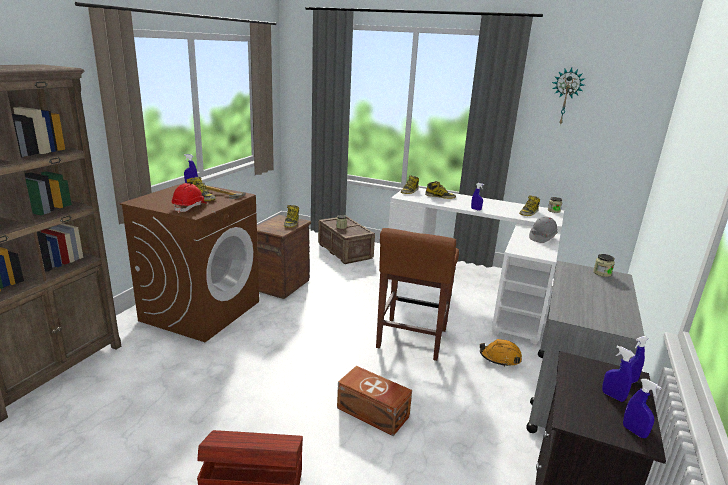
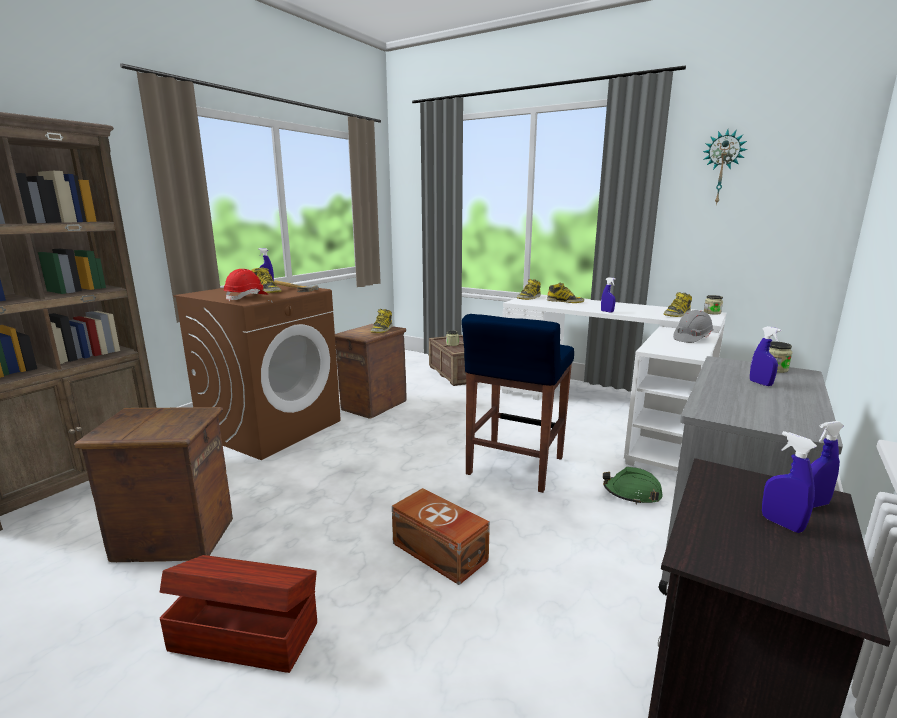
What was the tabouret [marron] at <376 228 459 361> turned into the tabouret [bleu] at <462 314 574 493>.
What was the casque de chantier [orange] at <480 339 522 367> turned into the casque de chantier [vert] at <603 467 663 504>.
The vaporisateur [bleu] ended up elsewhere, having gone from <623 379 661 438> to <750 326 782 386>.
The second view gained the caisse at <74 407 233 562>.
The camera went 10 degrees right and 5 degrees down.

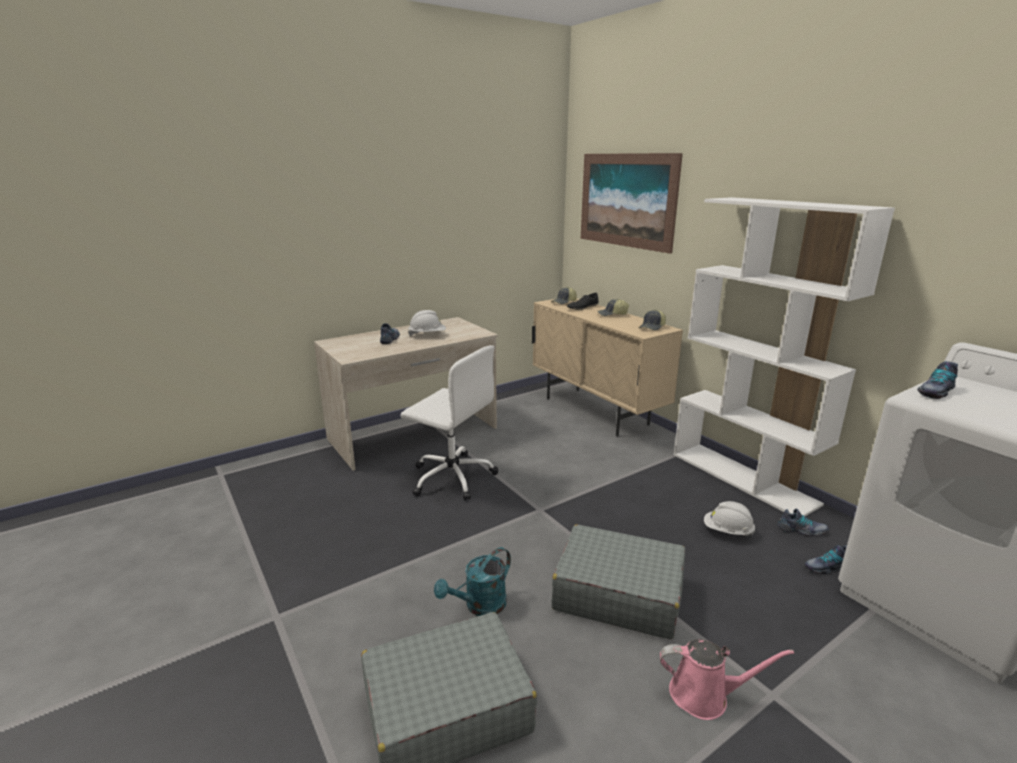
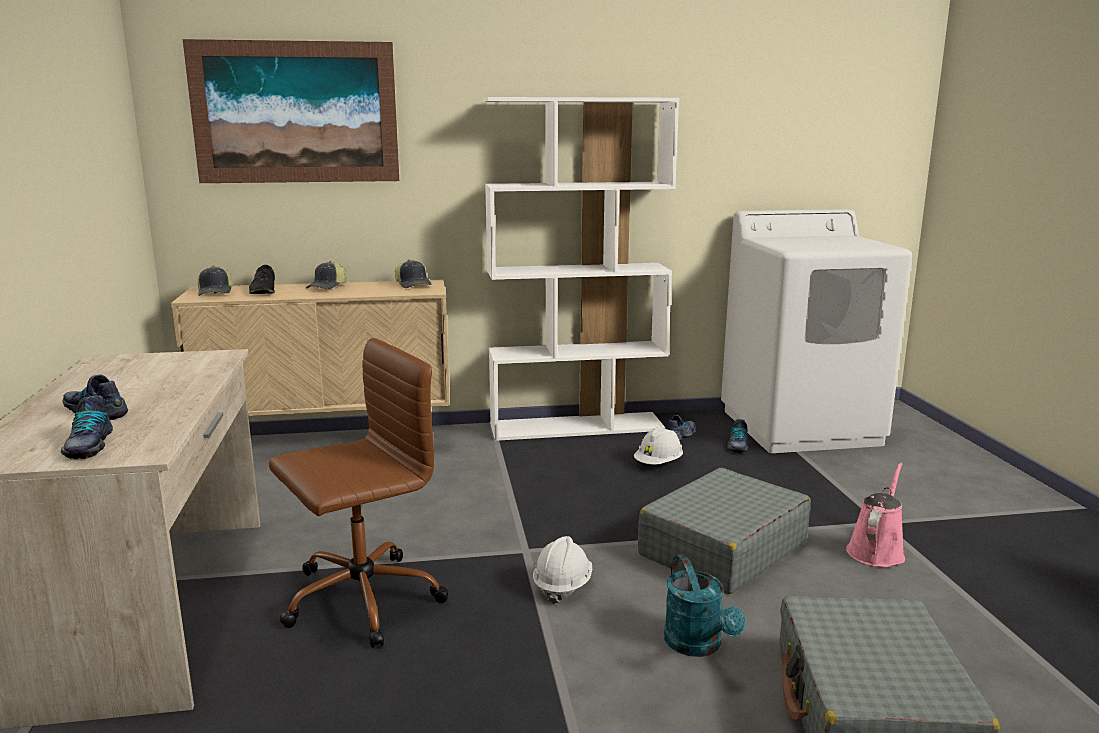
What was the chaise de bureau [blanc] at <401 345 498 501> turned into the chaise de bureau [marron] at <269 338 448 648>.
The casque de chantier [blanc] ended up elsewhere, having gone from <408 310 446 336> to <533 536 592 604>.
The chaussure ended up elsewhere, having gone from <917 361 958 399> to <61 395 113 460>.
The camera went 65 degrees left and 5 degrees down.

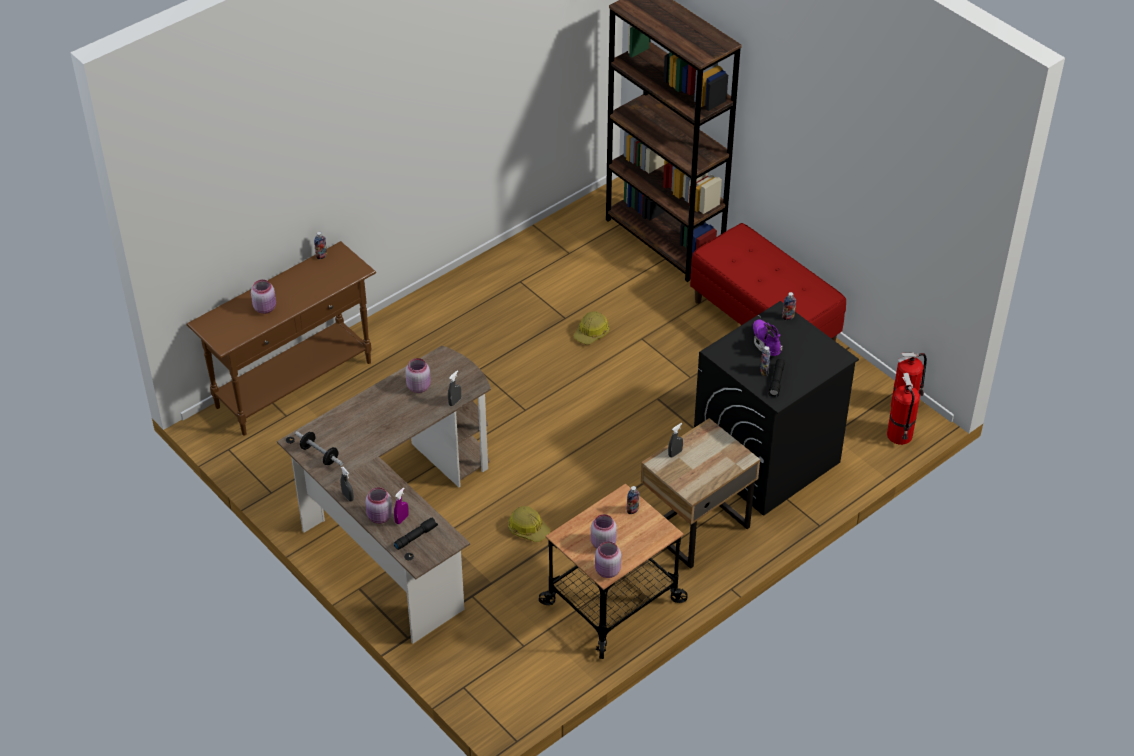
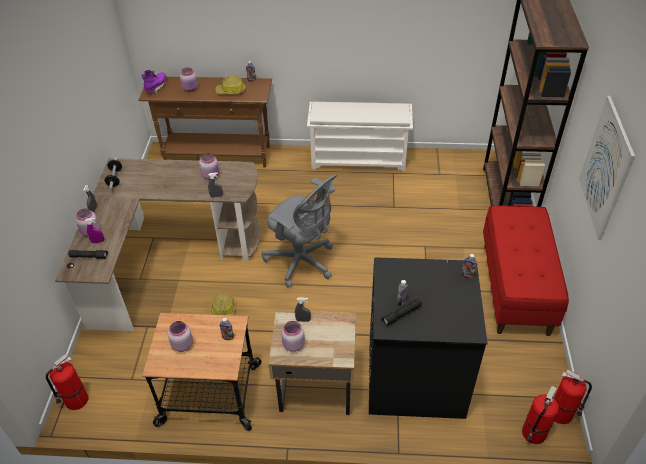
The casque de chantier ended up elsewhere, having gone from <574 311 610 345> to <216 75 246 95>.
The bocal [rose] ended up elsewhere, having gone from <595 541 621 578> to <281 321 305 352>.
The botte [violet] ended up elsewhere, having gone from <753 319 783 356> to <141 70 166 93>.
The second view gained the extincteur at <46 354 88 410>.
The second view gained the chaise de bureau [gris] at <262 174 337 288>.
The second view gained the étagère à chaussures [blanc] at <307 102 413 171>.
The second view gained the tableau at <579 96 635 240>.
The camera went 45 degrees right and 0 degrees up.

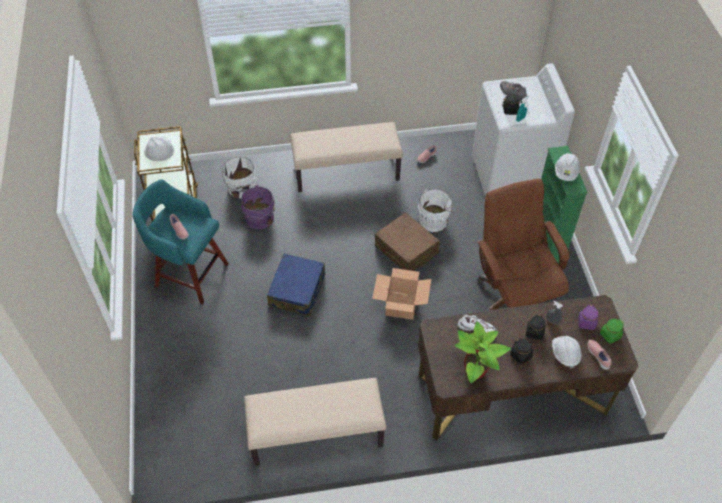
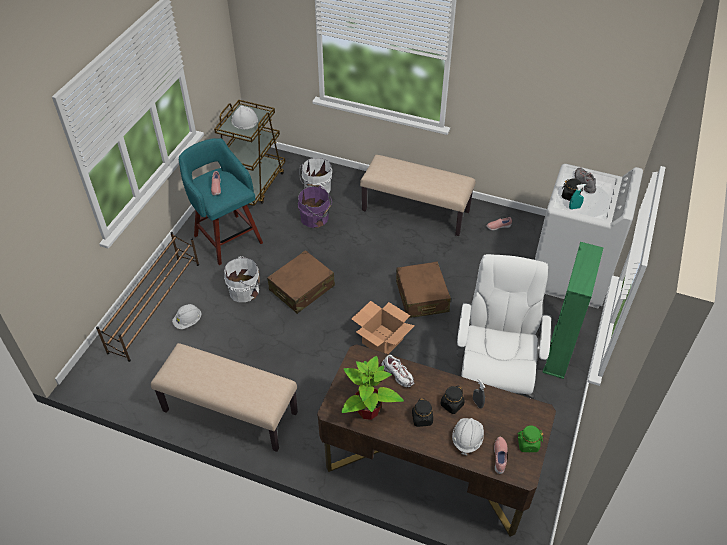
What was the valise [bleu] at <267 253 325 316> turned into the valise [marron] at <267 250 335 314>.
The seau [blanc] ended up elsewhere, having gone from <418 189 455 232> to <224 256 260 302>.
What was the chaise de bureau [marron] at <477 179 570 311> turned into the chaise de bureau [blanc] at <456 254 551 400>.
The casque de chantier [blanc] ended up elsewhere, having gone from <555 153 580 181> to <172 304 201 329>.
The second view lost the bocal [violet] at <578 305 598 330>.
The second view gained the étagère à chaussures [marron] at <96 232 199 362>.
The camera went 30 degrees right and 5 degrees down.

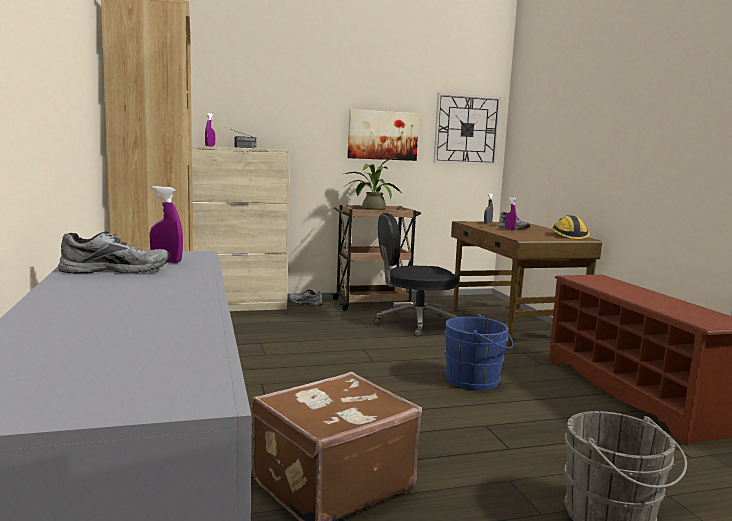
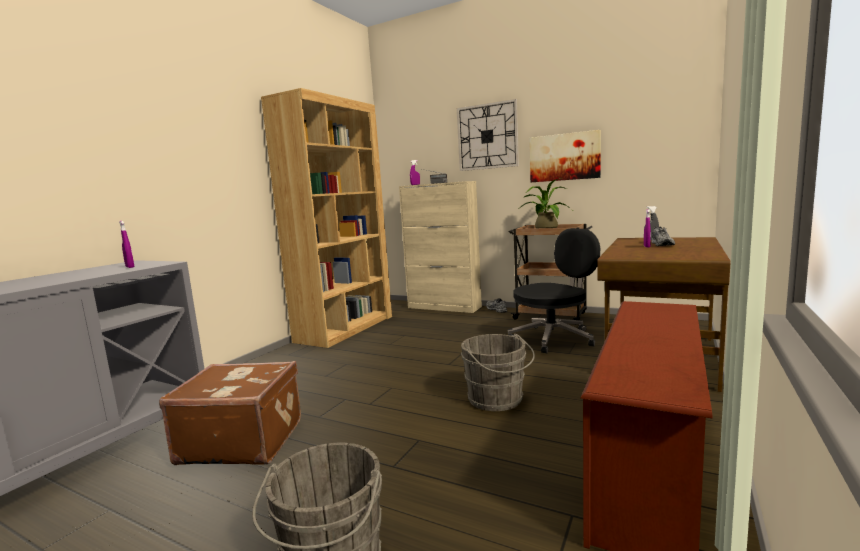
The second view lost the chaussure [gris] at <58 232 170 274>.
The chaise de bureau [noir] at <373 213 458 337> ended up facing another way, 120 degrees clockwise from before.
The horloge murale ended up elsewhere, having gone from <433 93 501 165> to <457 99 519 171>.
What was the seau [bleu] at <444 314 514 390> turned into the seau [gris] at <461 334 535 411>.
The second view lost the casque de chantier at <551 215 590 239>.
The camera went 45 degrees right and 0 degrees up.

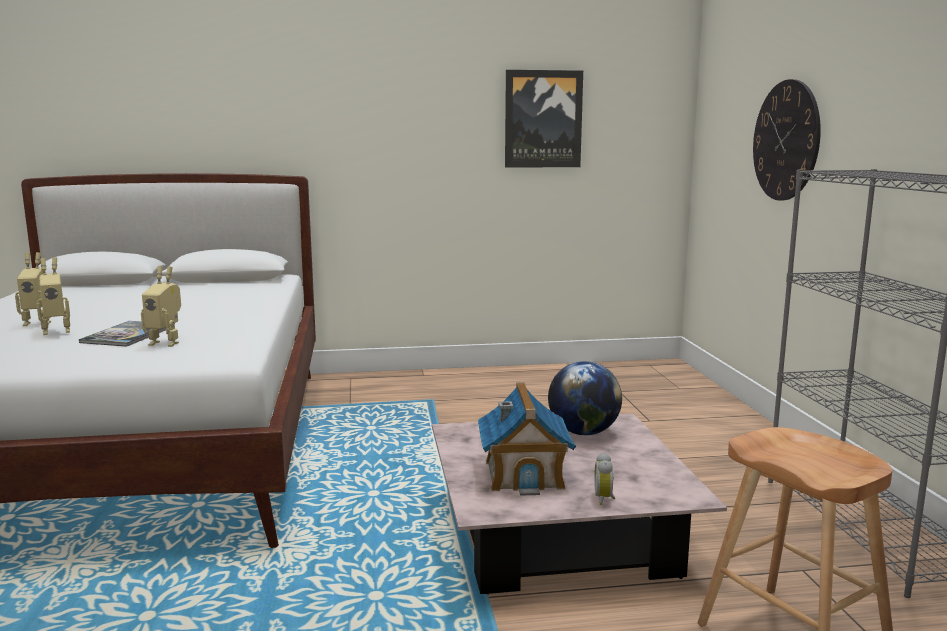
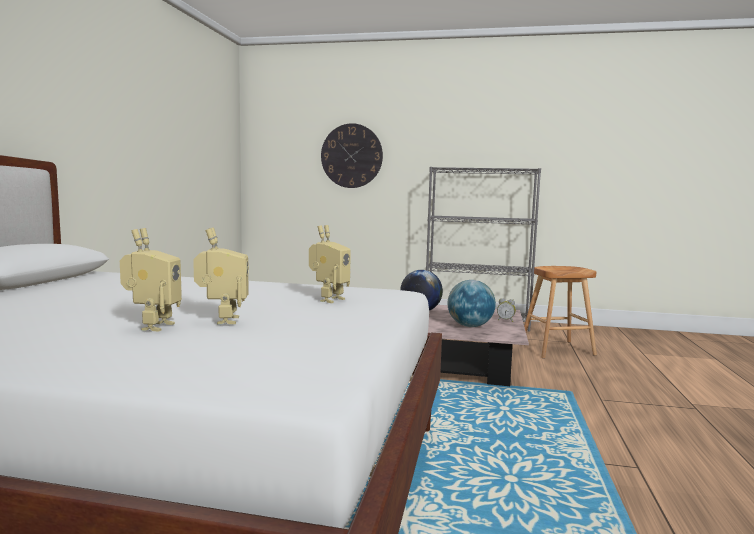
The second view lost the livre at <79 321 166 347>.
Where the maison miniature stood at <478 382 576 496>, the globe came to stand at <447 280 496 327>.
The second view lost the tableau at <505 70 583 168>.
The camera went 70 degrees left and 5 degrees down.

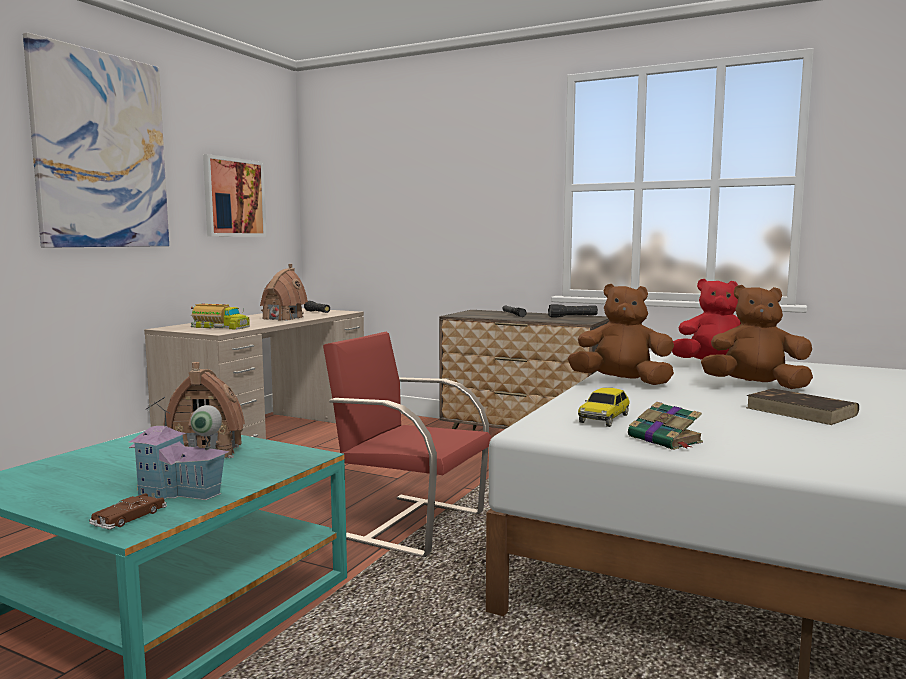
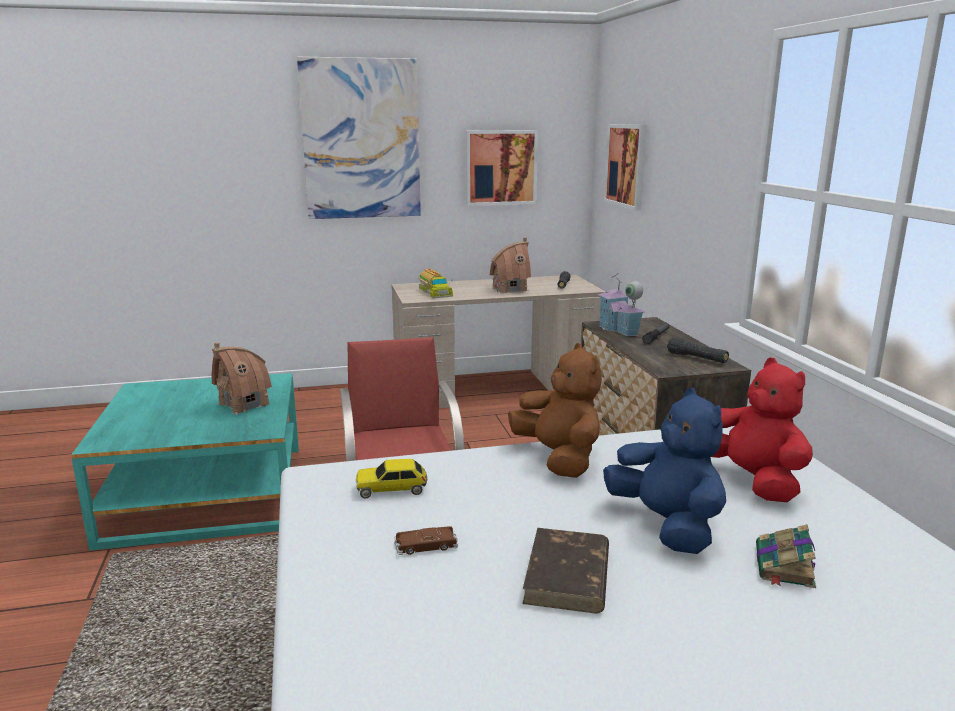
The petite voiture [marron] ended up elsewhere, having gone from <89 493 167 530> to <395 526 458 555>.
The maison miniature ended up elsewhere, having gone from <129 397 230 500> to <598 273 645 336>.
The livre ended up elsewhere, having gone from <628 402 703 450> to <756 524 816 588>.
What was the peluche [marron] at <701 285 813 389> turned into the peluche [bleu] at <603 388 726 554>.
The second view gained the tableau at <604 124 647 211>.
The camera went 50 degrees right and 10 degrees up.

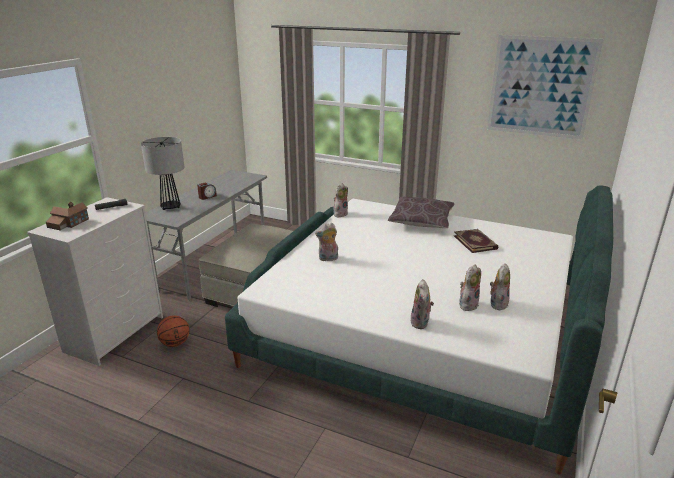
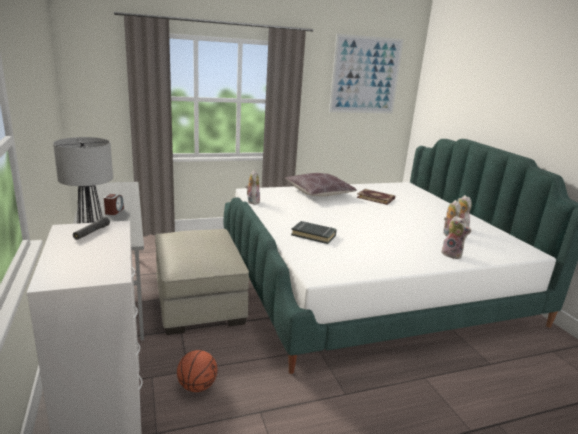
The second view lost the maison miniature at <46 202 89 231>.
Where the peluche stood at <315 223 338 262>, the livre [noir] came to stand at <291 221 337 244>.
The camera went 45 degrees left and 5 degrees down.

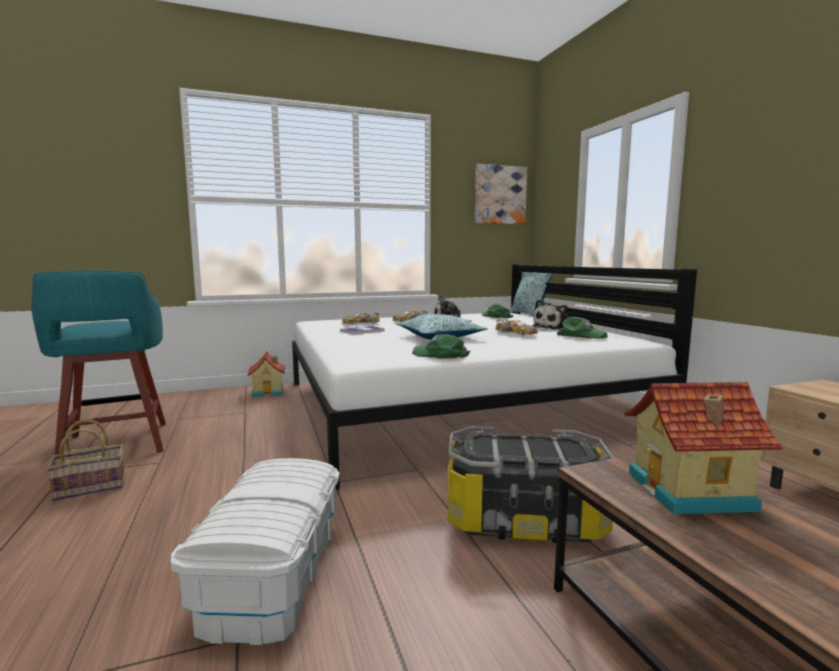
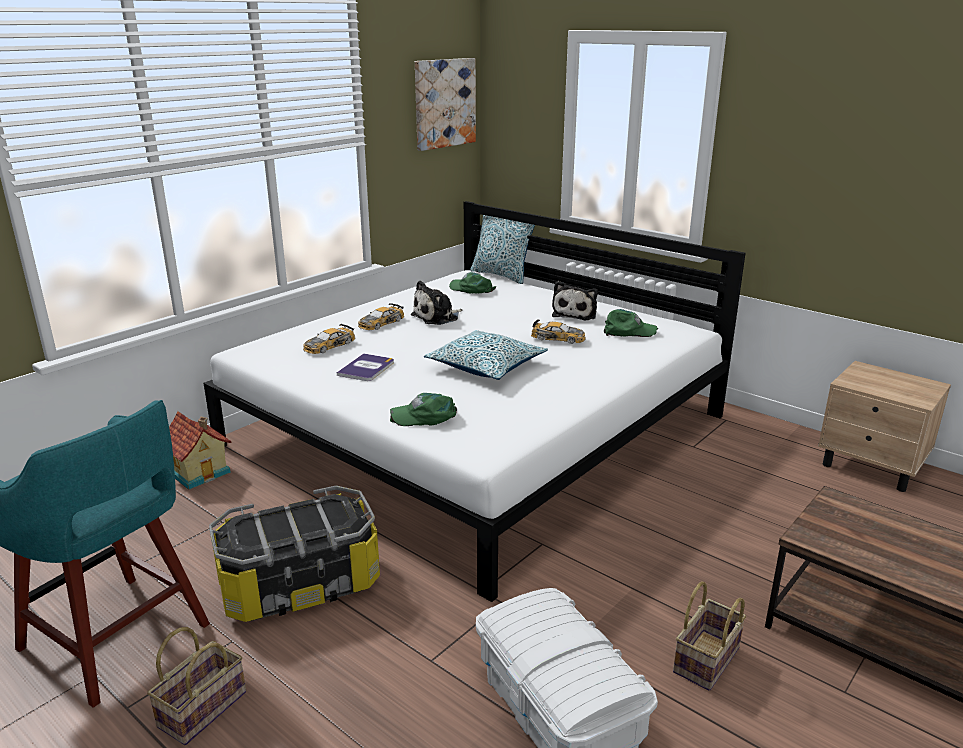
The casquette [vert] ended up elsewhere, having gone from <412 334 470 359> to <390 393 457 426>.
The boîte de rangement ended up elsewhere, having gone from <448 426 614 543> to <209 486 380 622>.
The second view lost the maison miniature at <624 382 783 514>.
The second view gained the panier at <673 581 746 691>.
The camera went 30 degrees left and 15 degrees up.

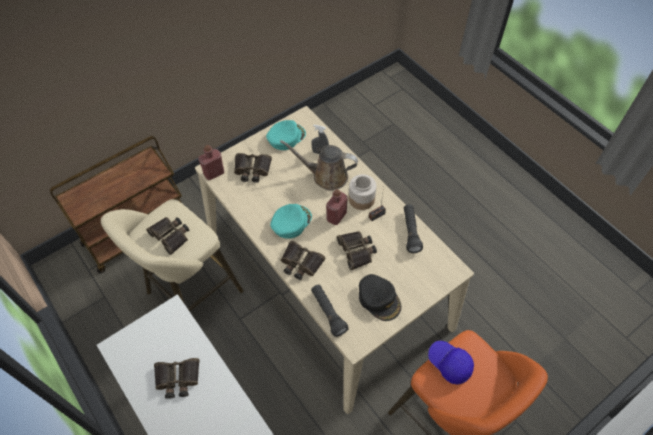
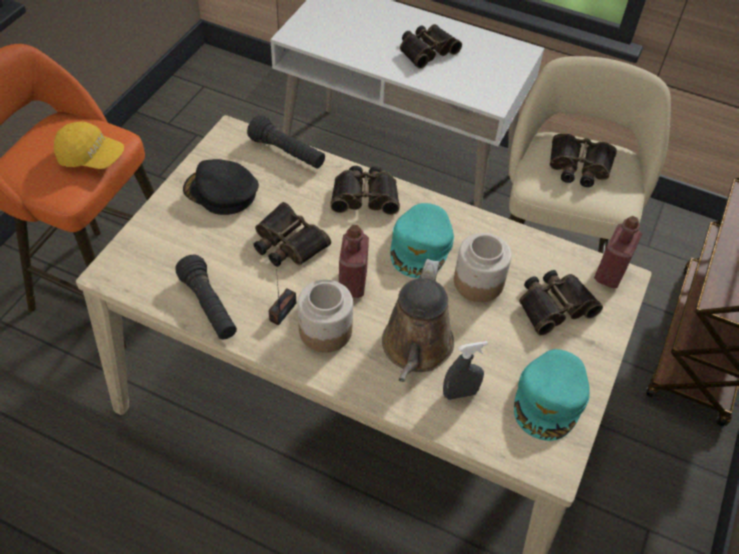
The arrosoir [marron] at <280 140 358 191> ended up facing another way, 120 degrees clockwise from before.
What was the casquette [bleu] at <428 341 474 385> turned into the casquette [jaune] at <54 121 124 169>.
The second view gained the bocal at <454 233 512 302>.
The camera went 150 degrees right and 5 degrees down.

